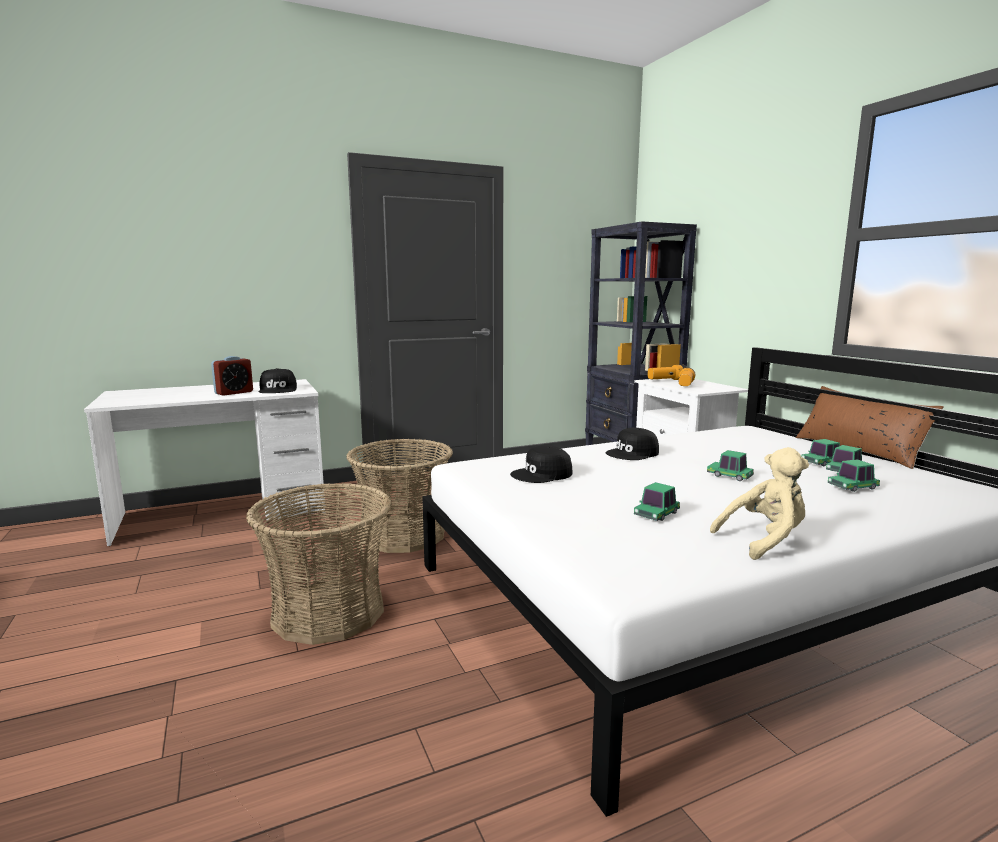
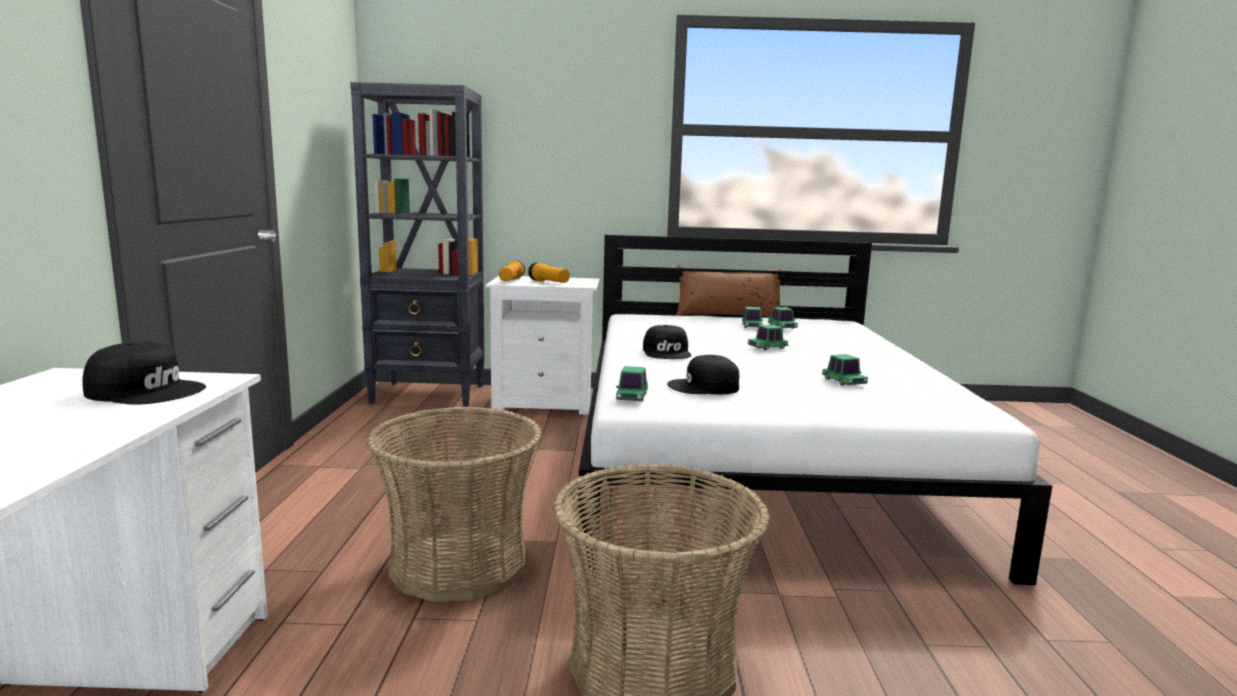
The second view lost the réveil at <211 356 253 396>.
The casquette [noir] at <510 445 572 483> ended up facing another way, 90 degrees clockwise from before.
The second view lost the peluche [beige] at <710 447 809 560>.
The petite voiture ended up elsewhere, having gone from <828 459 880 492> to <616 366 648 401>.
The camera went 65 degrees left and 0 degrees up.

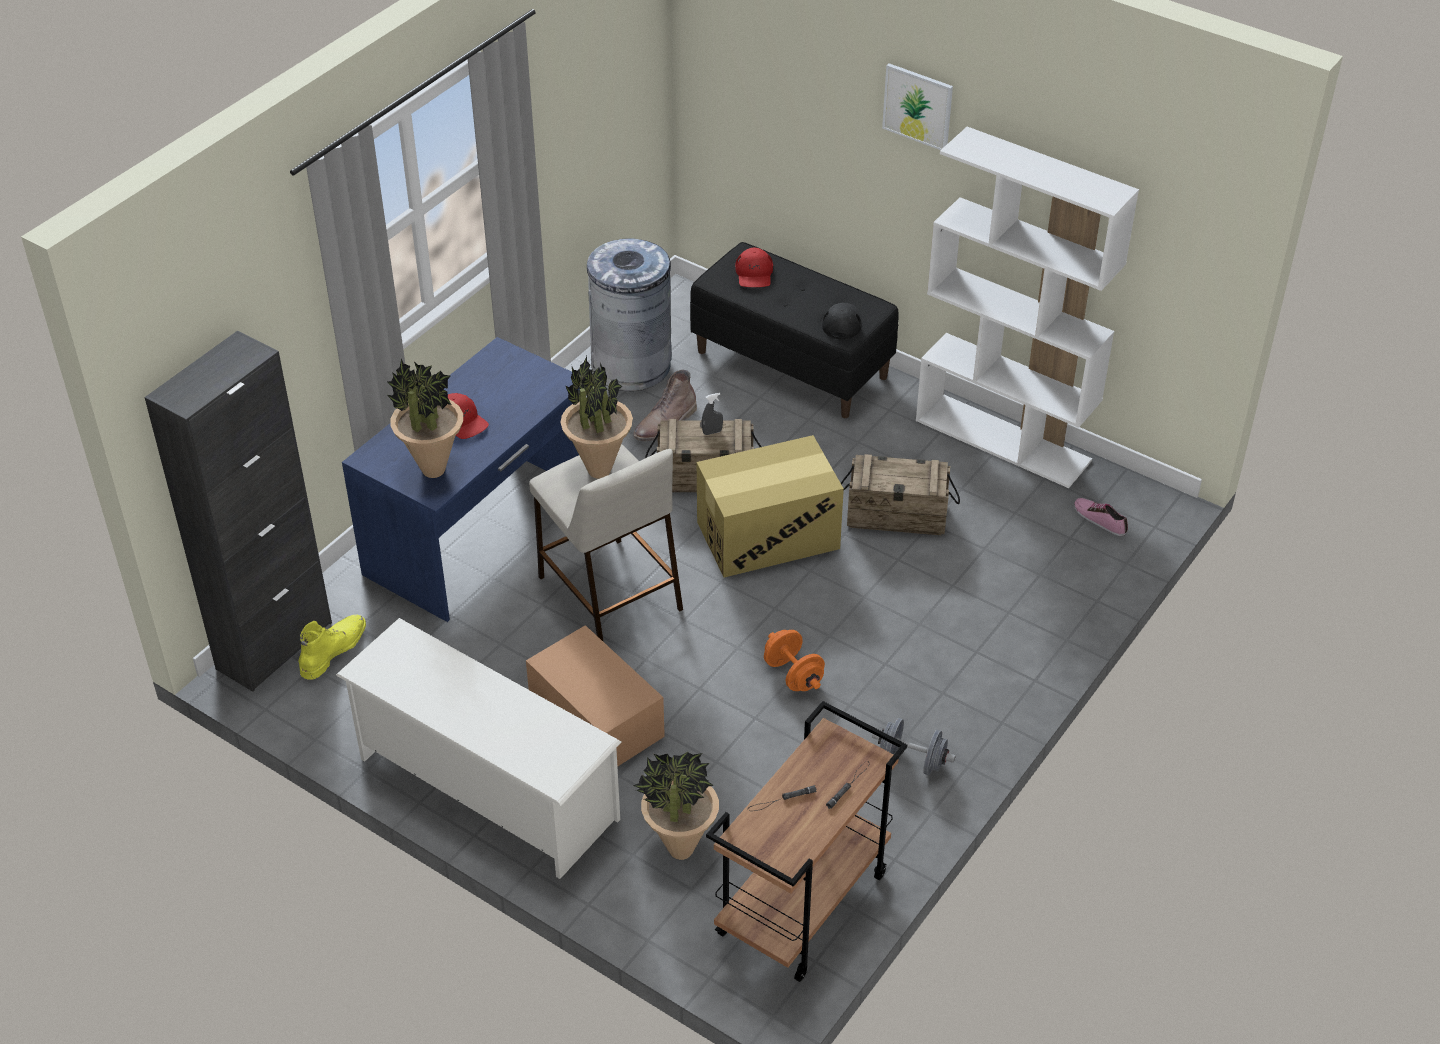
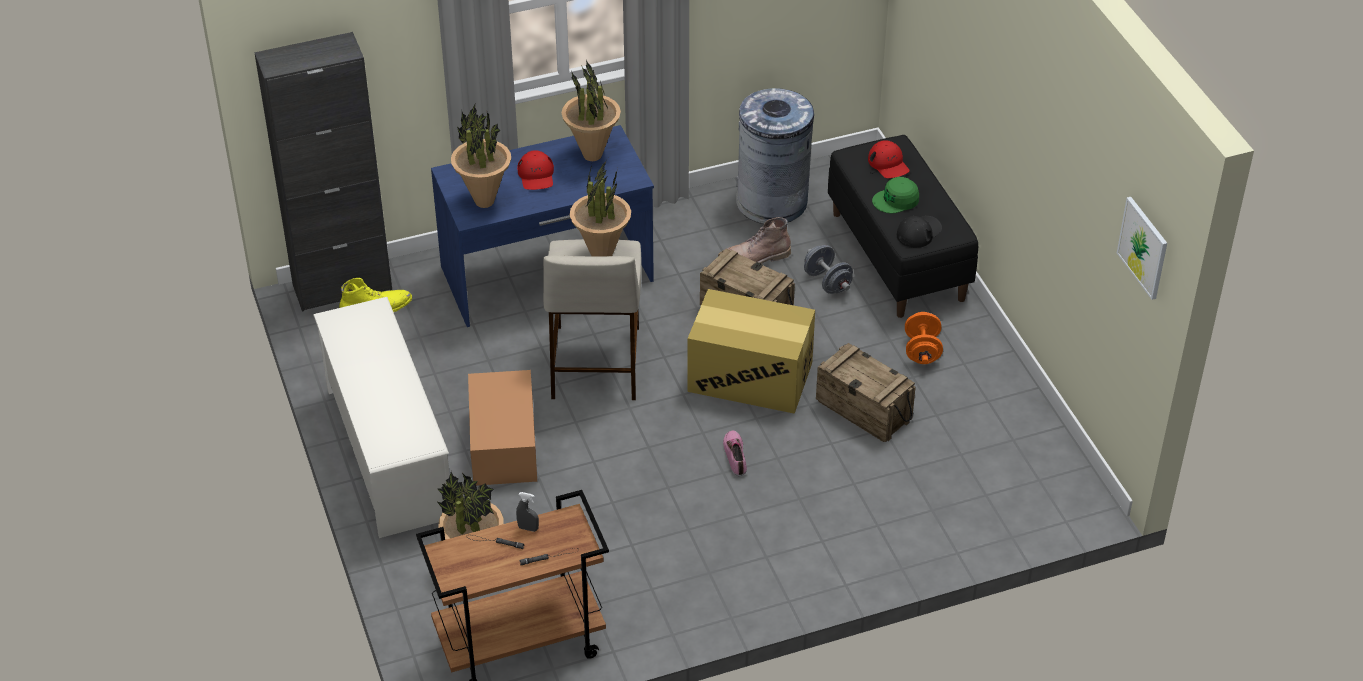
The vaporisateur [gris] ended up elsewhere, having gone from <702 393 723 435> to <516 492 539 532>.
The casquette [rouge] at <735 248 773 287> ended up facing another way, 60 degrees counterclockwise from before.
The haltère [orange] ended up elsewhere, having gone from <764 630 825 691> to <905 312 943 364>.
The haltère [gris] ended up elsewhere, having gone from <872 718 956 775> to <804 245 853 294>.
The tableau ended up elsewhere, having gone from <882 63 953 150> to <1117 197 1167 300>.
The second view lost the bibliothèque [blanc] at <916 127 1139 488>.
The chaussure ended up elsewhere, having gone from <1074 498 1128 536> to <723 430 747 476>.
The second view gained the plante en pot at <561 60 621 161>.
The second view gained the casquette [vert] at <872 177 919 213>.
The camera went 35 degrees right and 0 degrees up.

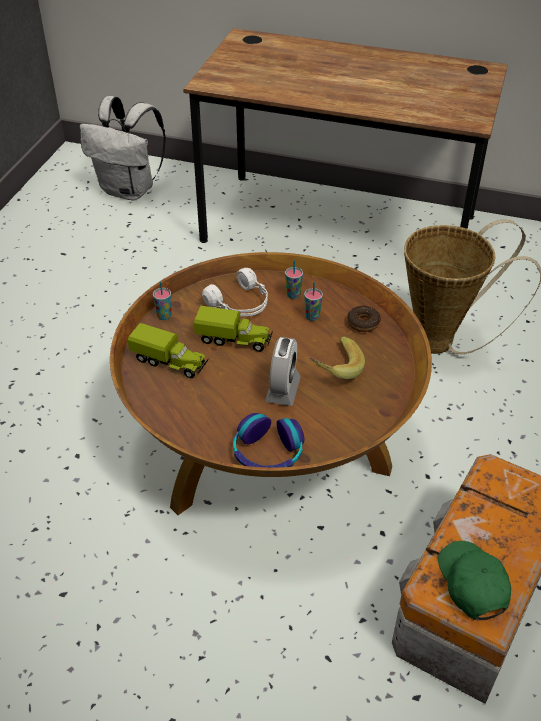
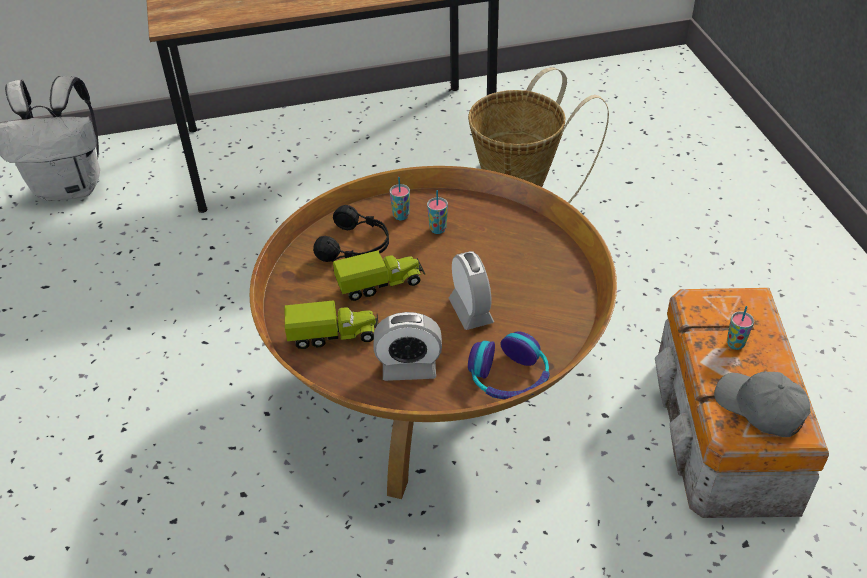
The tasse ended up elsewhere, having gone from <153 281 172 320> to <727 306 754 350>.
What was the casque audio [blanc] at <202 268 268 316> turned into the casque audio [noir] at <313 205 389 262>.
The second view lost the banane at <309 336 365 379>.
The second view lost the beignet at <347 306 381 332>.
What was the casquette [vert] at <438 541 511 620> turned into the casquette [gris] at <714 371 811 437>.
The second view gained the réveil at <374 312 442 381>.
The camera went 30 degrees left and 0 degrees up.

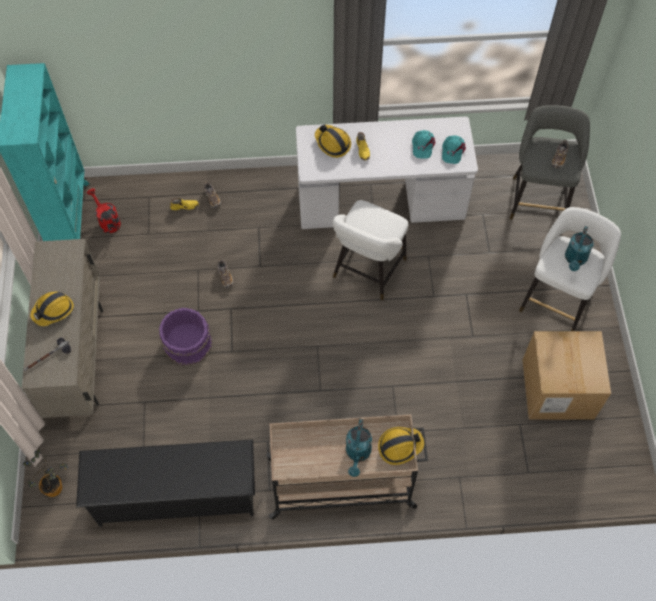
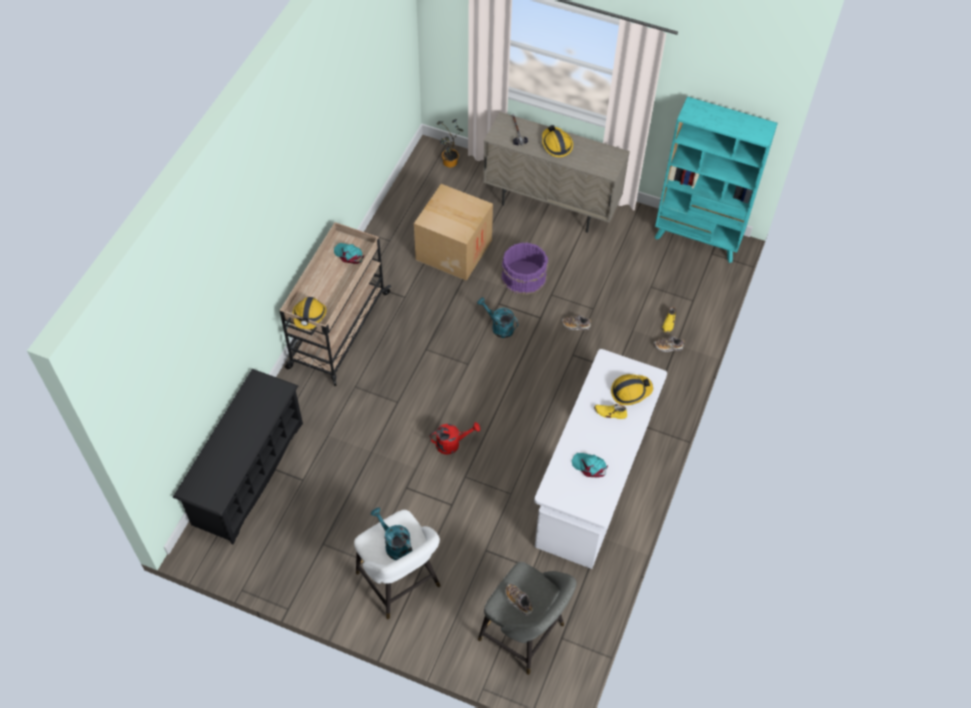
The étagère à chaussures [noir] ended up elsewhere, having gone from <76 439 255 527> to <173 369 303 544>.
The arrosoir [rouge] ended up elsewhere, having gone from <87 188 121 233> to <430 422 480 455>.
The second view lost the tabouret [blanc] at <332 200 408 300>.
The arrosoir [turquoise] ended up elsewhere, having gone from <346 419 372 477> to <477 297 519 338>.
The casquette [turquoise] ended up elsewhere, having gone from <442 135 466 164> to <334 243 364 264>.
The carton ended up elsewhere, having gone from <522 331 611 420> to <414 184 493 281>.
The camera went 115 degrees right and 5 degrees down.

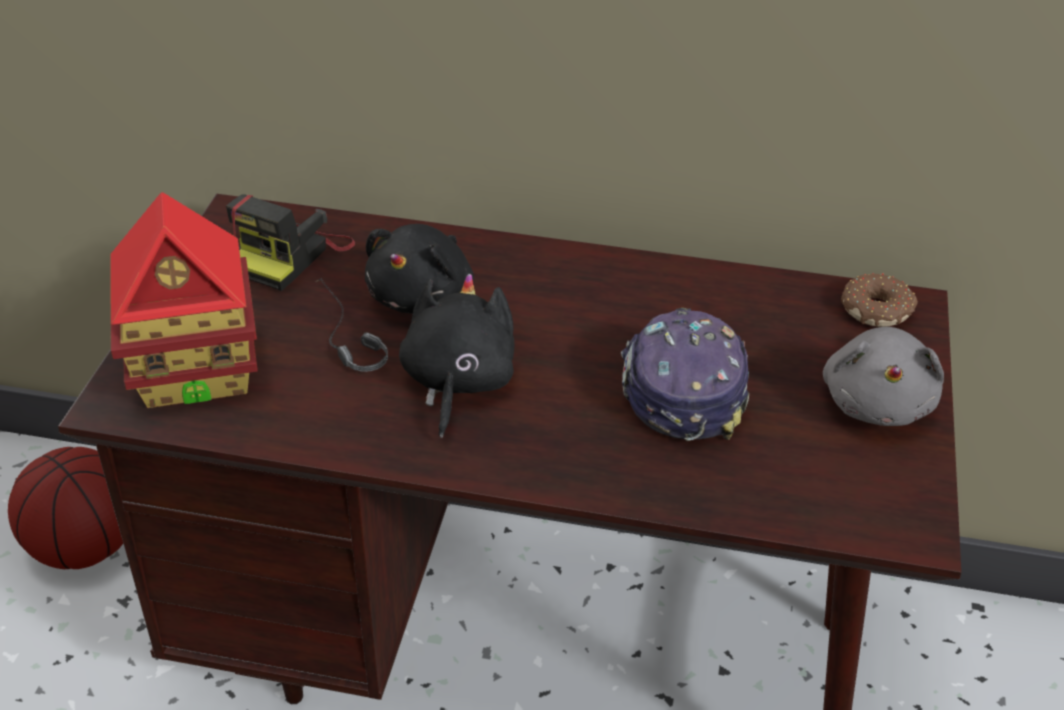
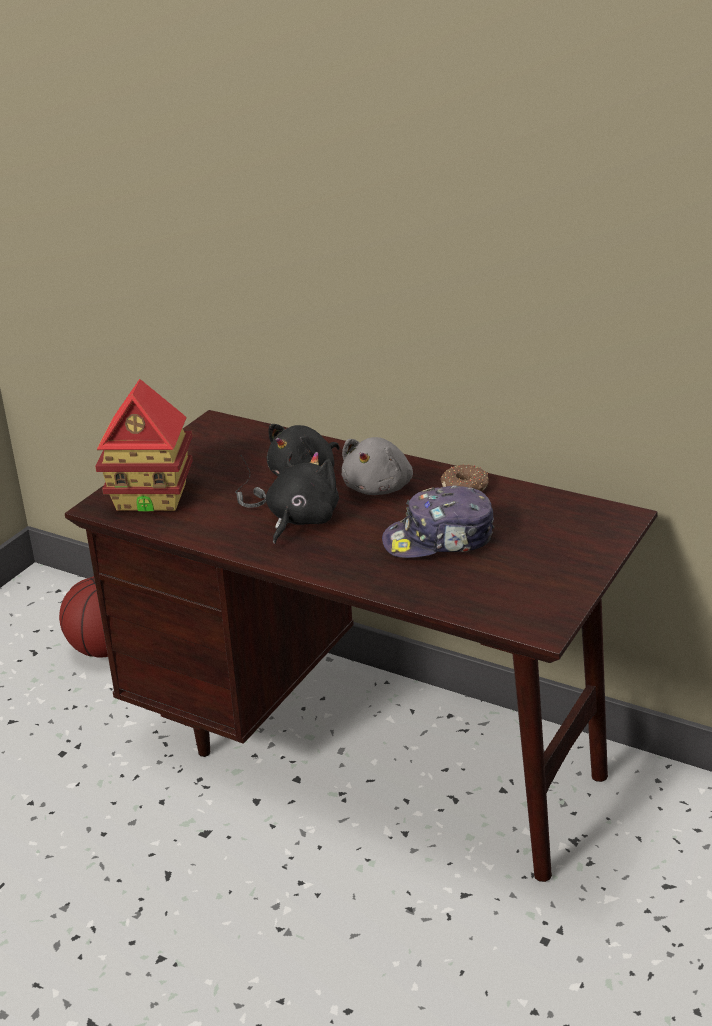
The second view lost the appareil photo at <226 194 355 291>.
The casquette at <621 308 749 441> ended up facing another way, 120 degrees counterclockwise from before.
The peluche [gris] ended up elsewhere, having gone from <823 327 944 426> to <341 437 413 495>.
The beignet ended up elsewhere, having gone from <841 273 918 327> to <441 465 489 492>.
The camera went 20 degrees right and 10 degrees down.

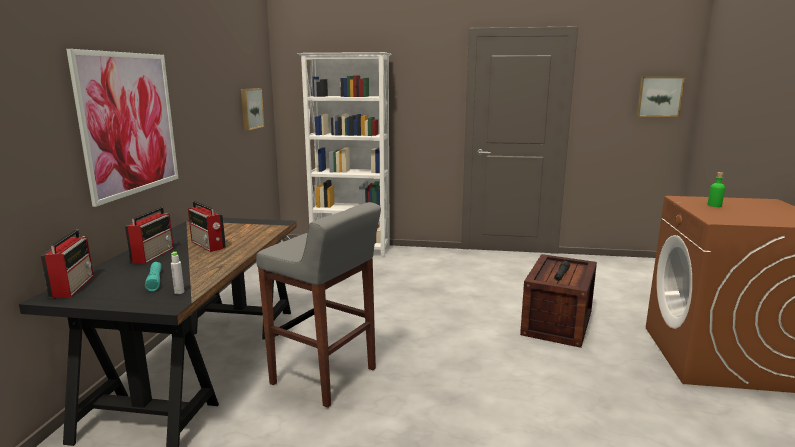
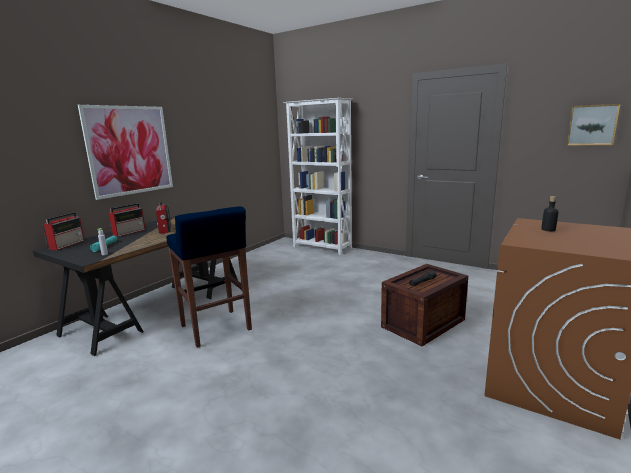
The second view lost the tableau at <241 88 264 130>.
What was the tabouret [gris] at <256 202 381 408> turned into the tabouret [bleu] at <166 206 252 348>.
What was the bouteille [vert] at <708 172 725 207> turned into the bouteille [noir] at <541 196 558 231>.
The camera went 25 degrees right and 0 degrees up.

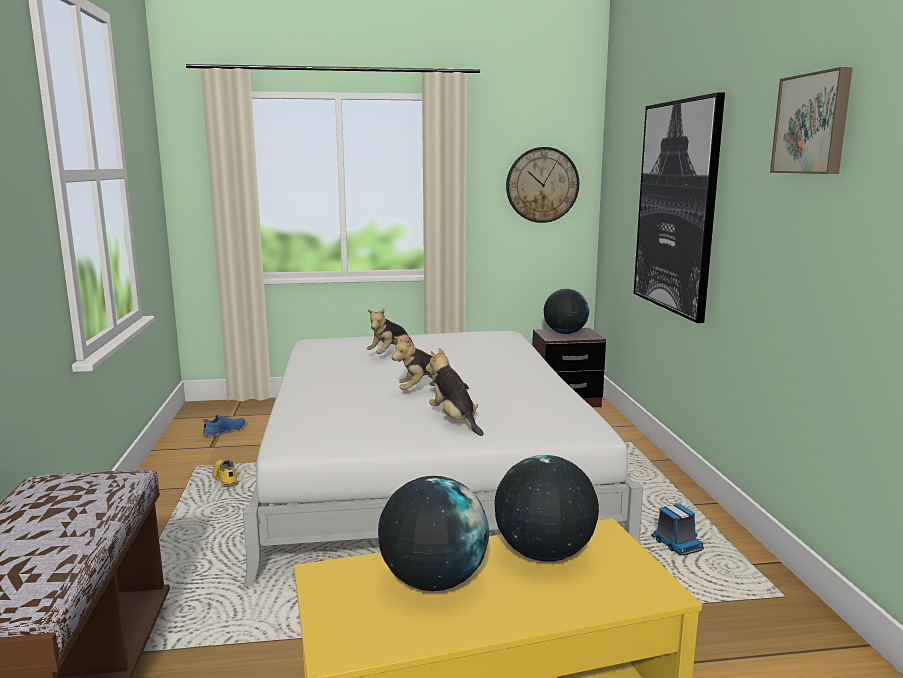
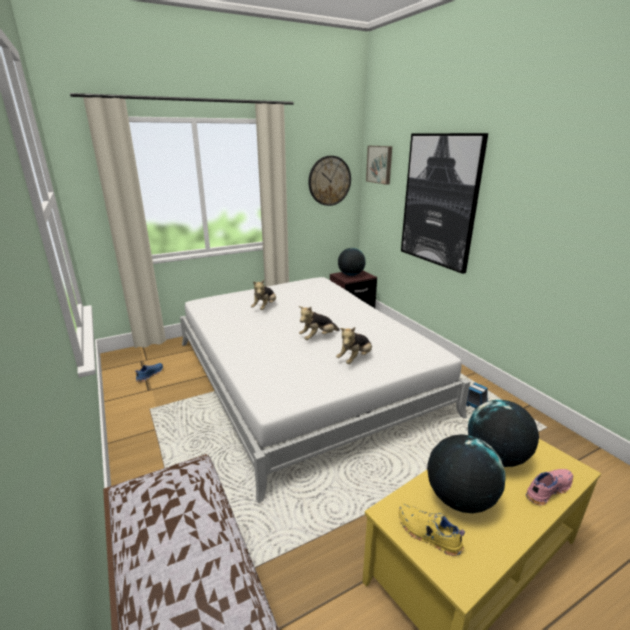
The chaussure [jaune] ended up elsewhere, having gone from <212 459 238 487> to <399 504 465 556>.
The peluche at <426 348 484 436> ended up facing another way, 90 degrees counterclockwise from before.
The tableau ended up elsewhere, having gone from <770 67 853 174> to <366 146 392 185>.
The second view gained the chaussure [rose] at <526 469 573 506>.
The camera went 20 degrees left and 10 degrees up.

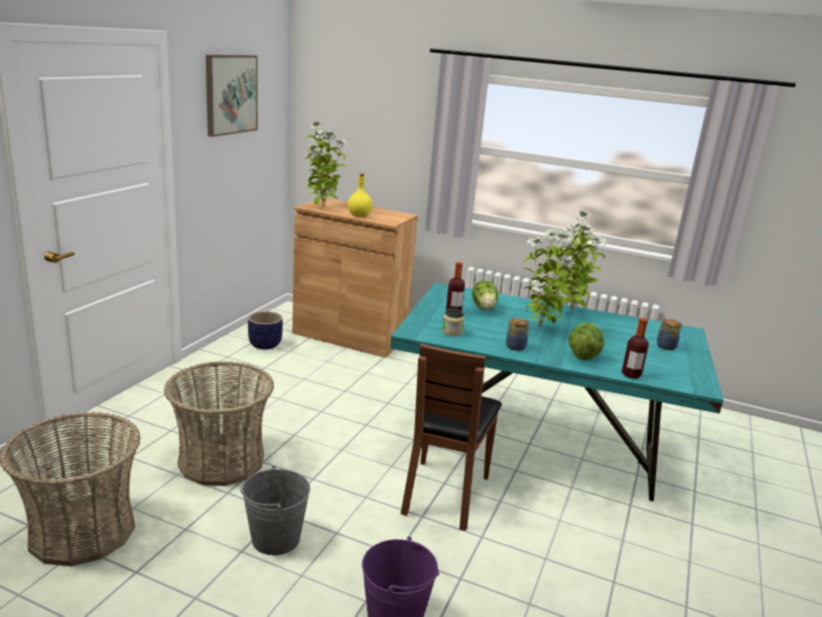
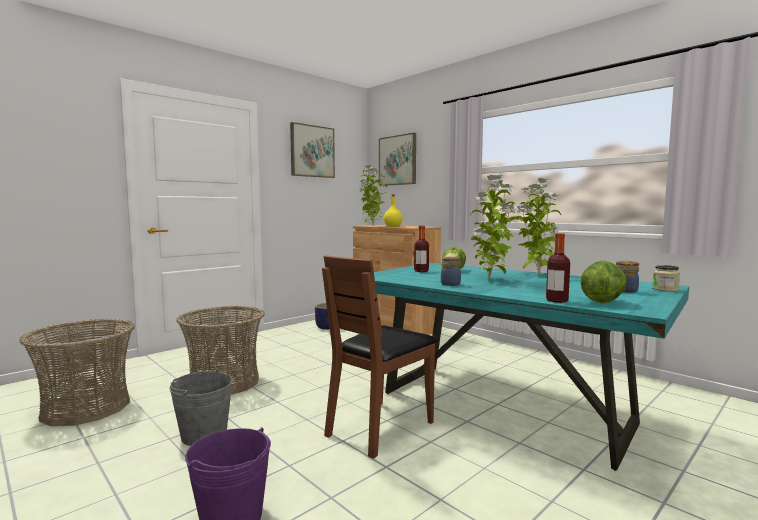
The bocal ended up elsewhere, having gone from <442 308 464 336> to <652 265 680 292>.
The laitue ended up elsewhere, having gone from <568 323 604 360> to <580 260 627 303>.
The second view gained the tableau at <379 133 416 186>.
The camera went 25 degrees right and 15 degrees down.

